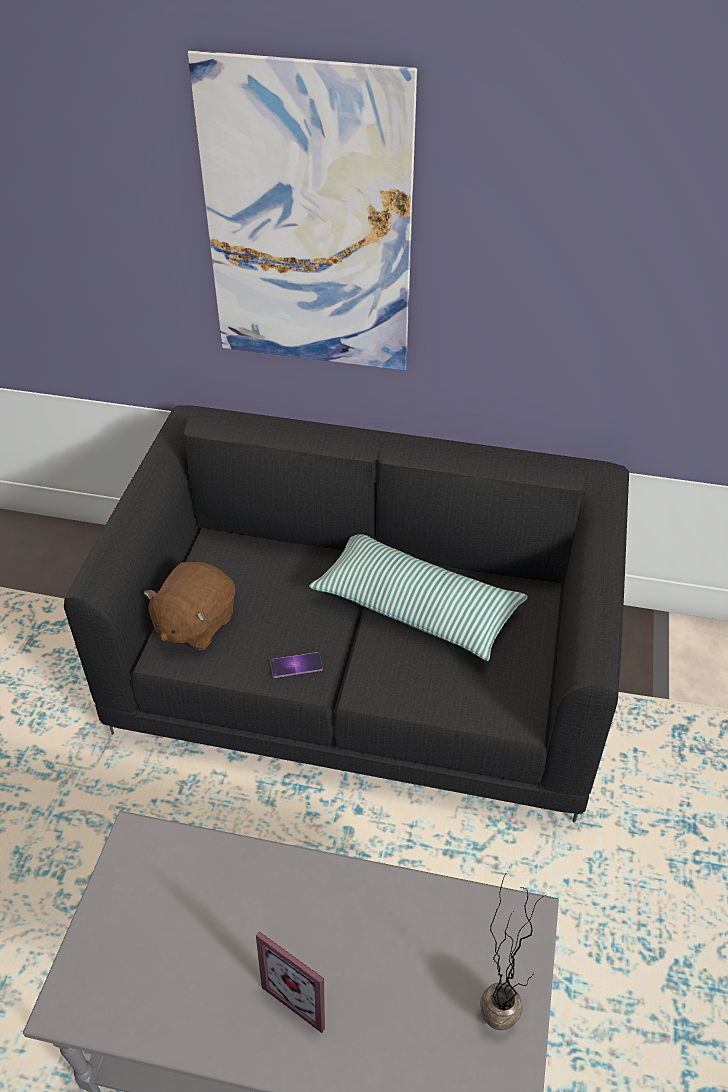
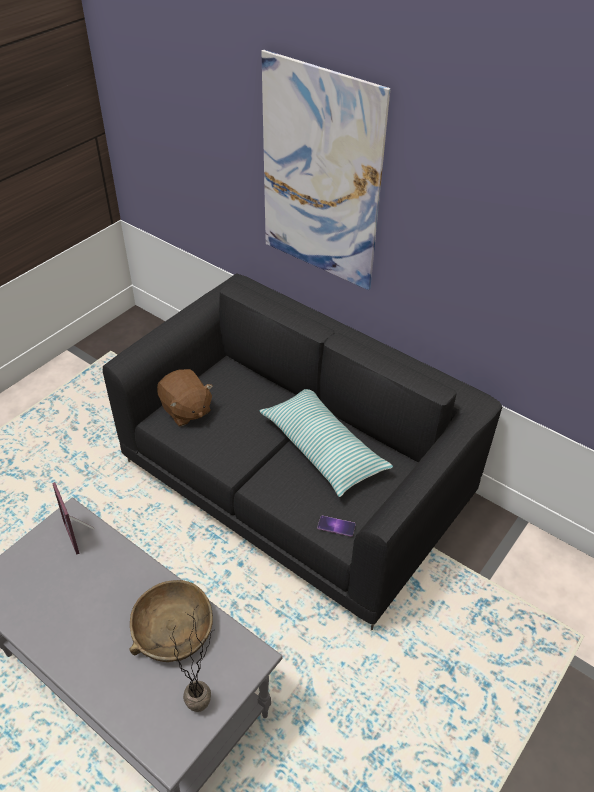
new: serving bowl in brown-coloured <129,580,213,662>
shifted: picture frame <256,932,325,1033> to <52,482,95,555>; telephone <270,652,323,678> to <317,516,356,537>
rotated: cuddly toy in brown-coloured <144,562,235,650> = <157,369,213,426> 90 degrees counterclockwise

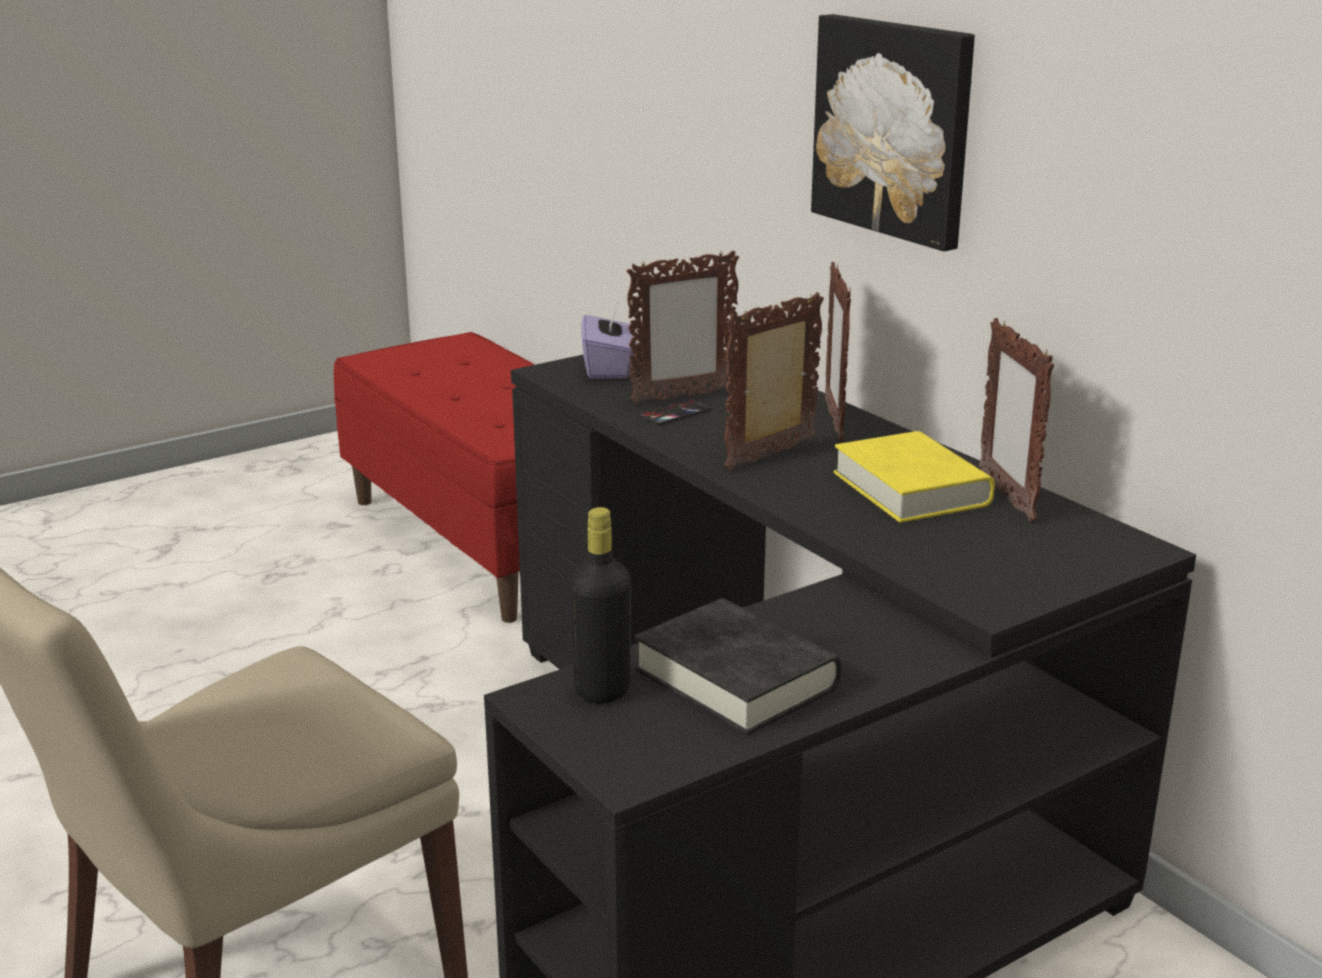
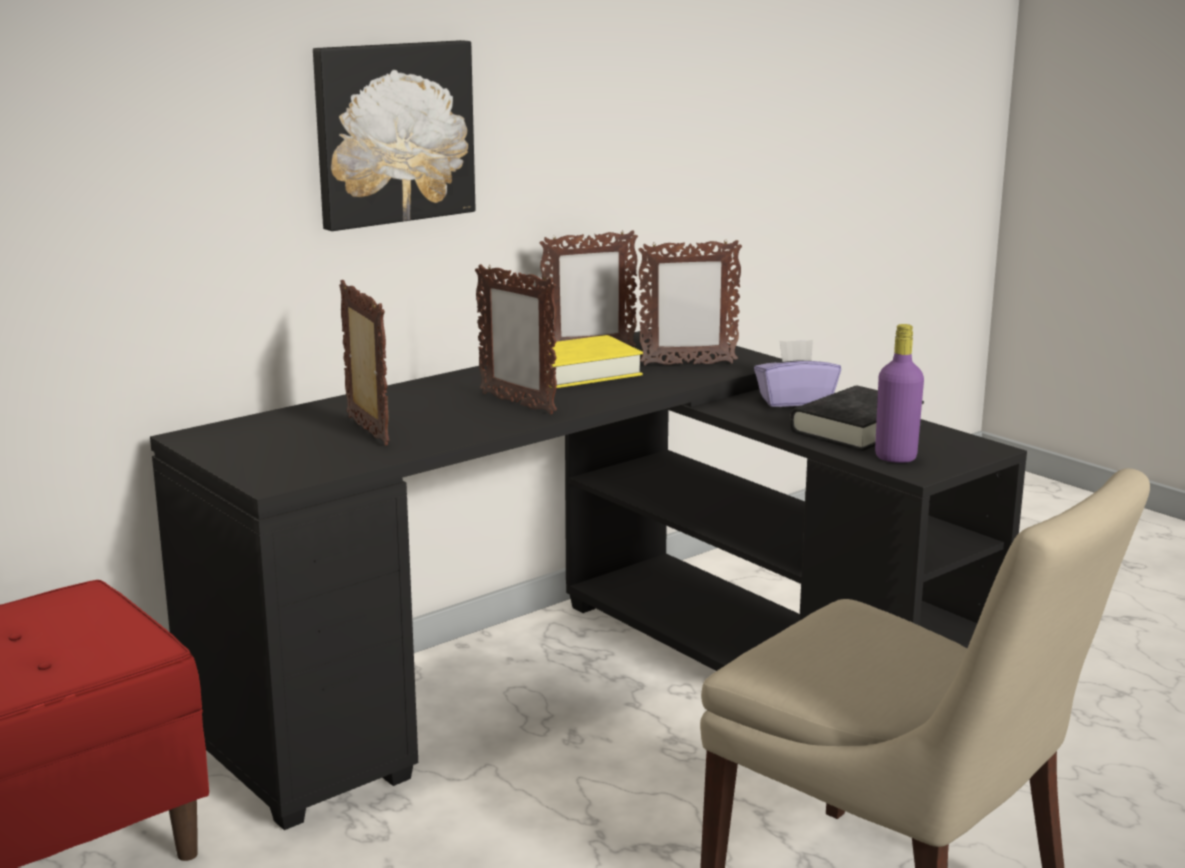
gone: telephone <640,399,711,425>
shifted: tissue holder in purple <581,306,637,379> to <754,340,841,407>; picture frame <825,262,851,441> to <638,239,742,366>
repainted: drink bottle in black <570,507,631,704> to drink bottle in purple <875,324,924,463>

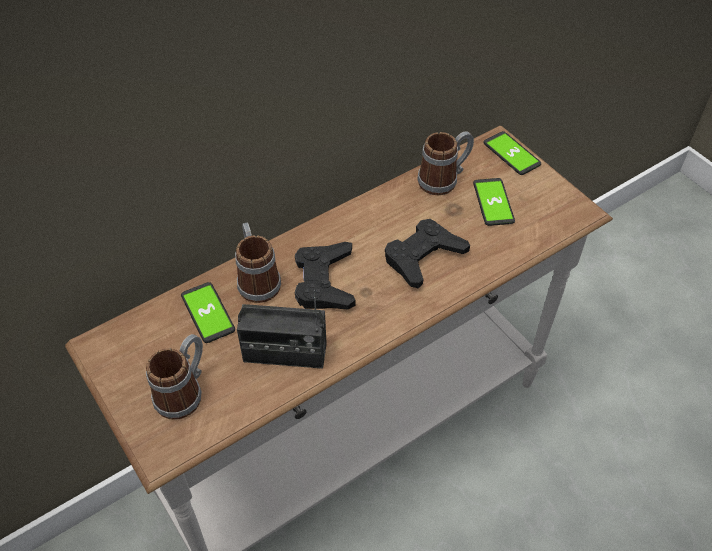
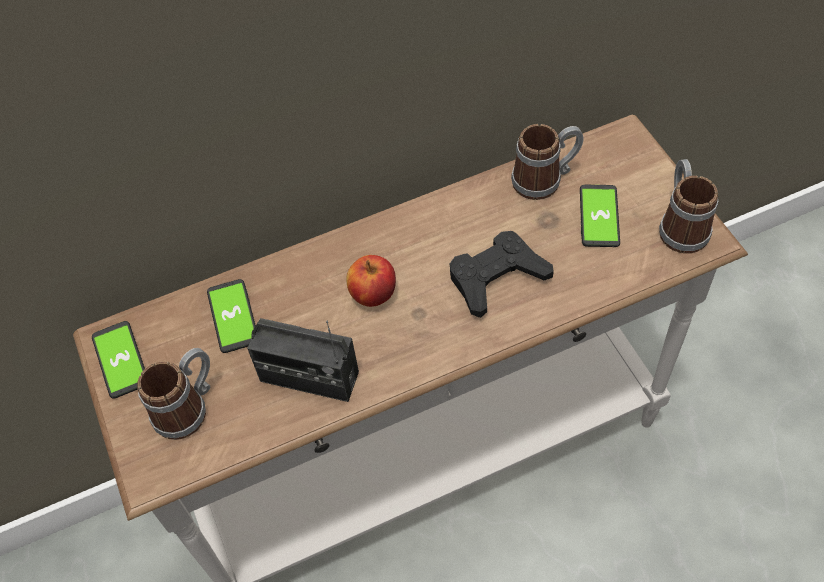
shifted: tea mug <235,222,281,303> to <659,159,718,254>; telephone <483,131,541,175> to <92,321,145,399>
swapped: game controller in black <295,242,355,310> to apple <346,255,396,307>

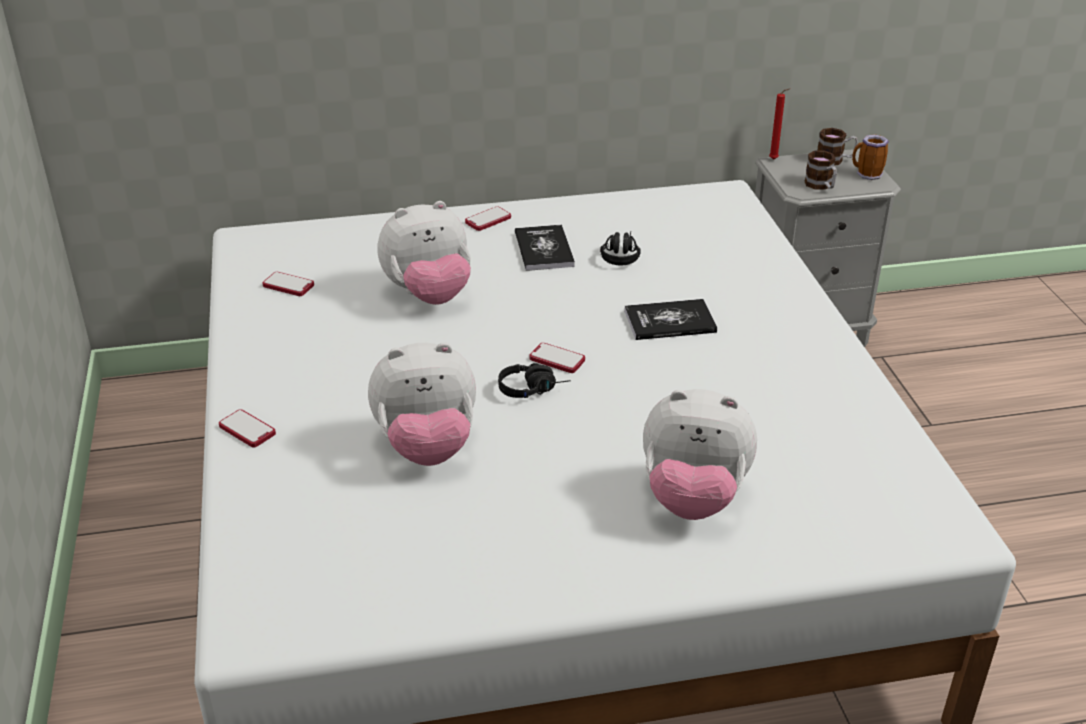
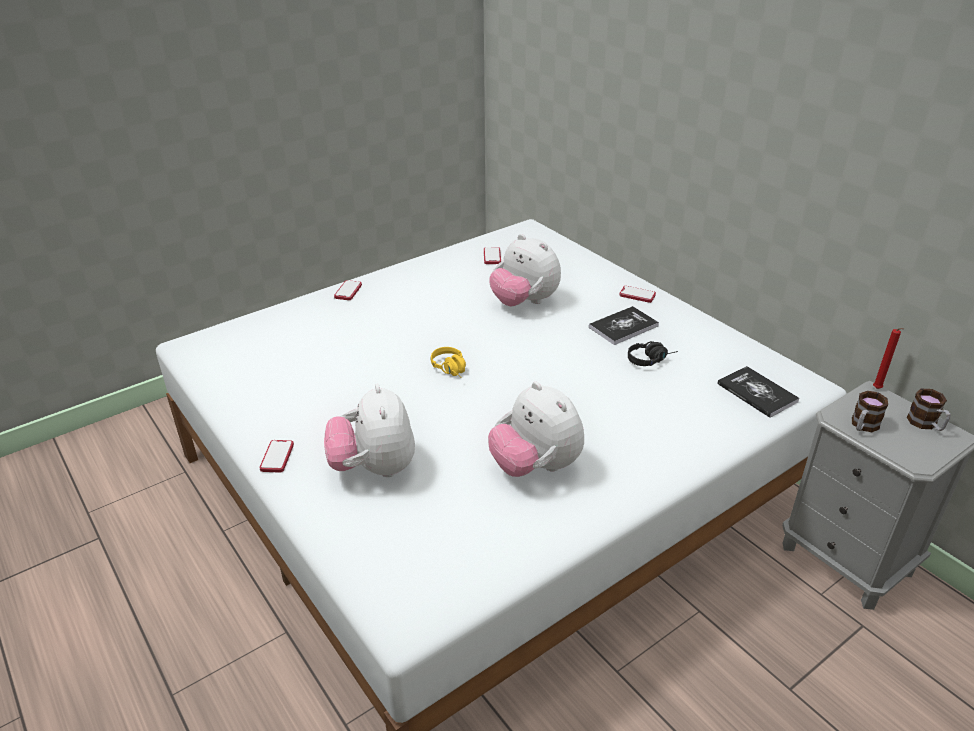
gone: tea mug <852,134,889,180>
shifted: cuddly toy <368,342,476,466> to <488,382,584,477>; telephone <529,343,585,373> to <259,440,294,472>; book <624,299,717,340> to <718,366,799,418>
repainted: pair of headphones in black <498,363,571,398> to pair of headphones in yellow-coloured <431,347,466,378>

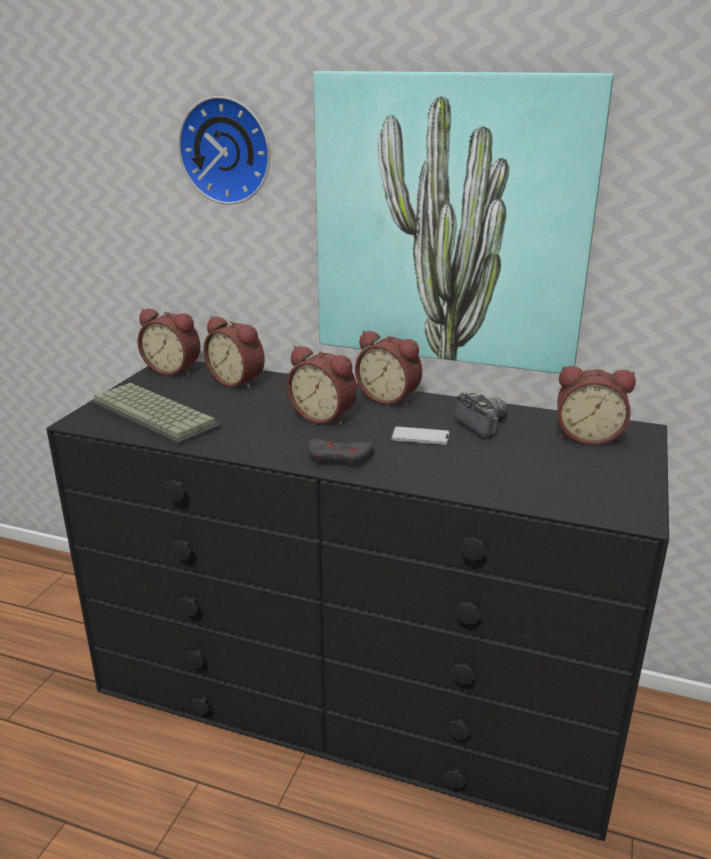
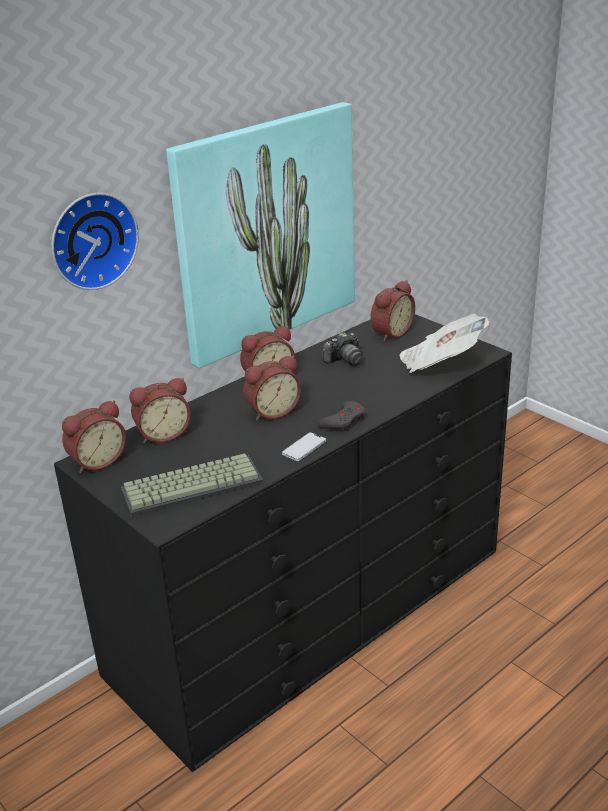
new: printed paper <399,314,489,373>
shifted: telephone <391,426,449,445> to <282,432,326,461>
rotated: photo camera <454,392,508,439> = <322,332,363,366> 150 degrees clockwise

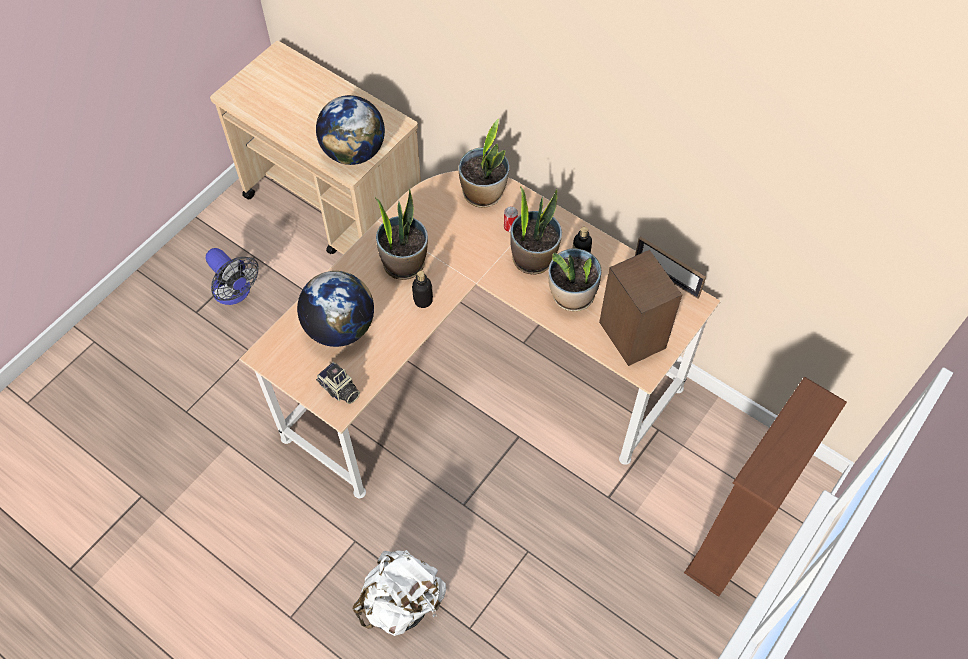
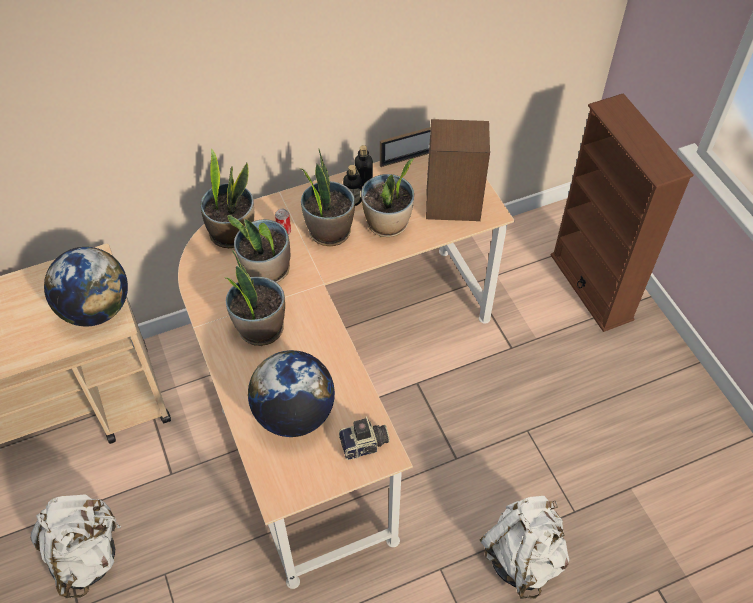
new: potted plant <227,215,290,283>
shifted: drink bottle <412,271,433,308> to <355,145,373,187>
swapped: electric fan <206,248,259,305> to backpack in white <30,494,121,598>

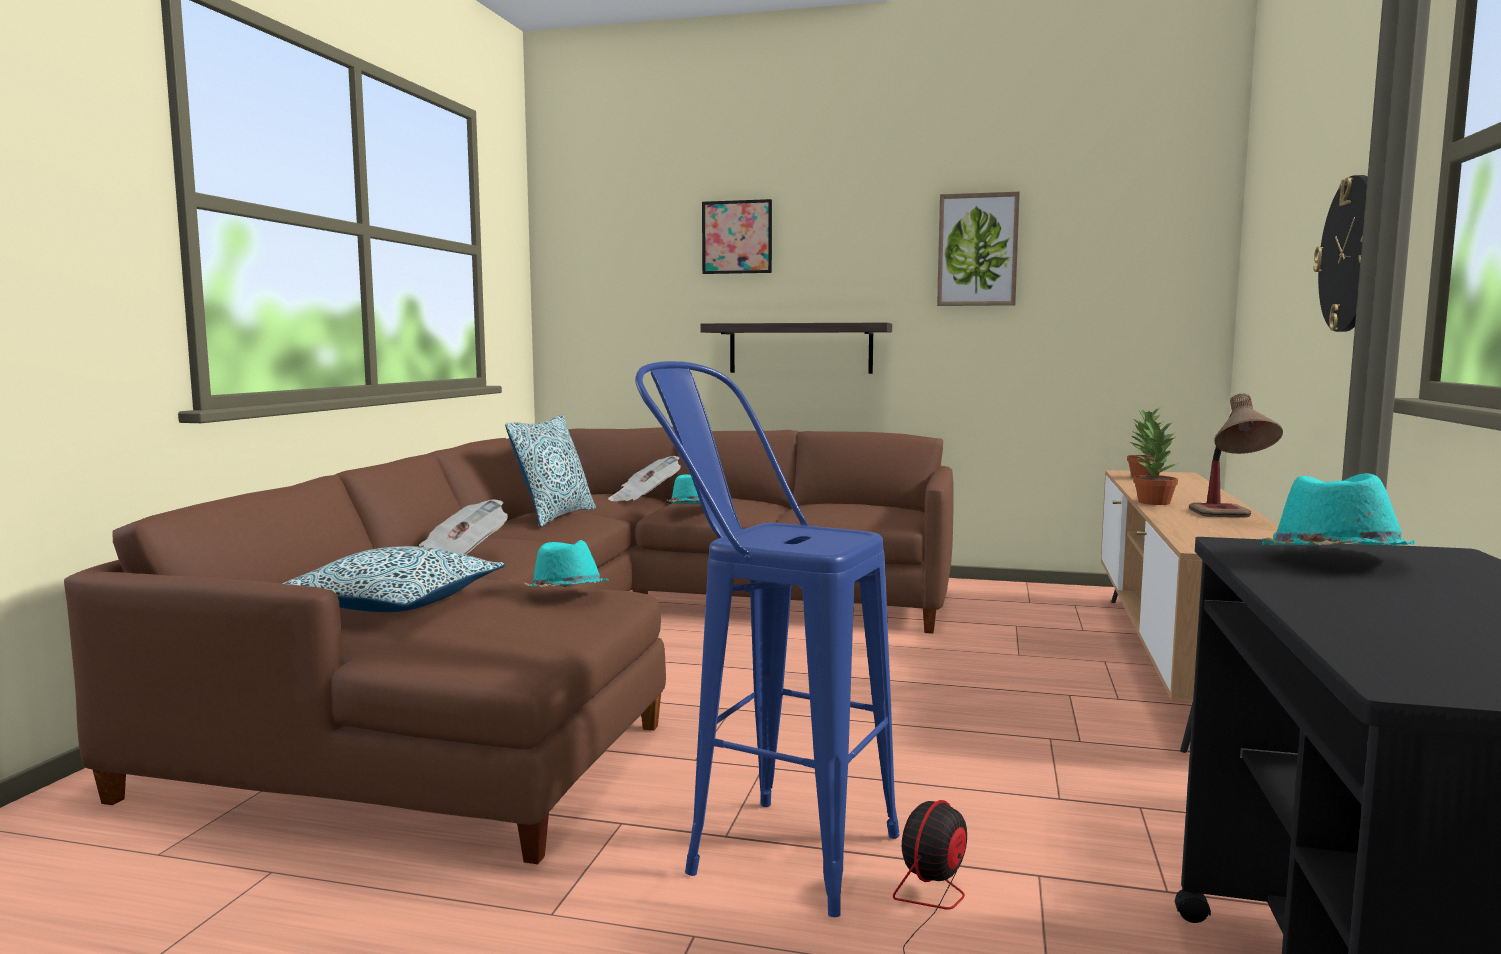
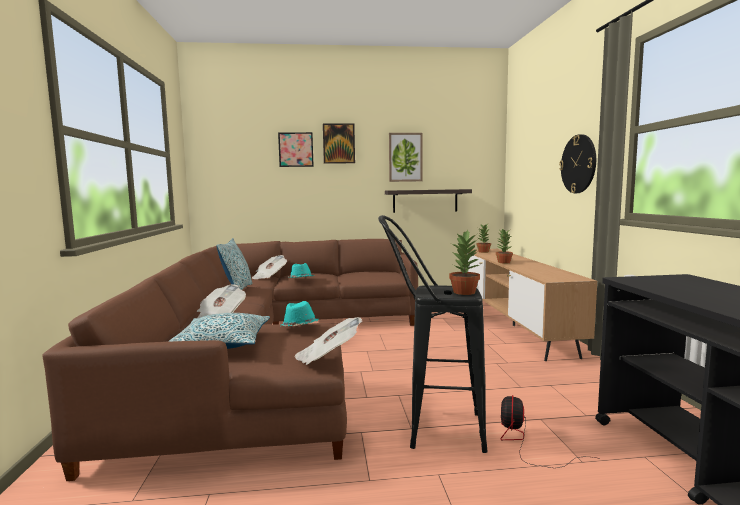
gone: tabletop lamp <1189,394,1283,517>; wearable hat in turquoise <1262,473,1415,546>
new: printed paper <294,317,362,365>; wall art <323,123,355,164>; potted plant <449,230,480,295>
shifted: bracket shelf <700,322,892,374> to <385,189,472,213>
repainted: sitting stool in bluish <635,361,900,917> to sitting stool in black <378,215,488,453>

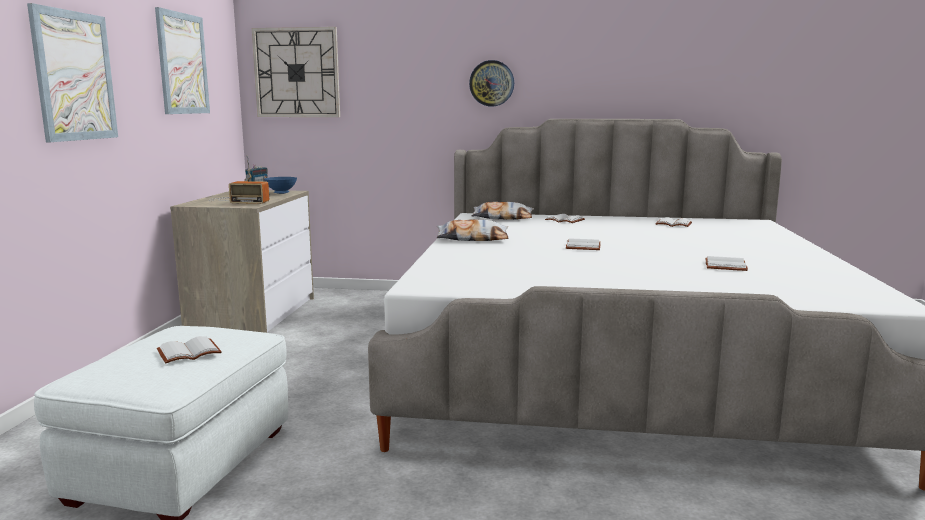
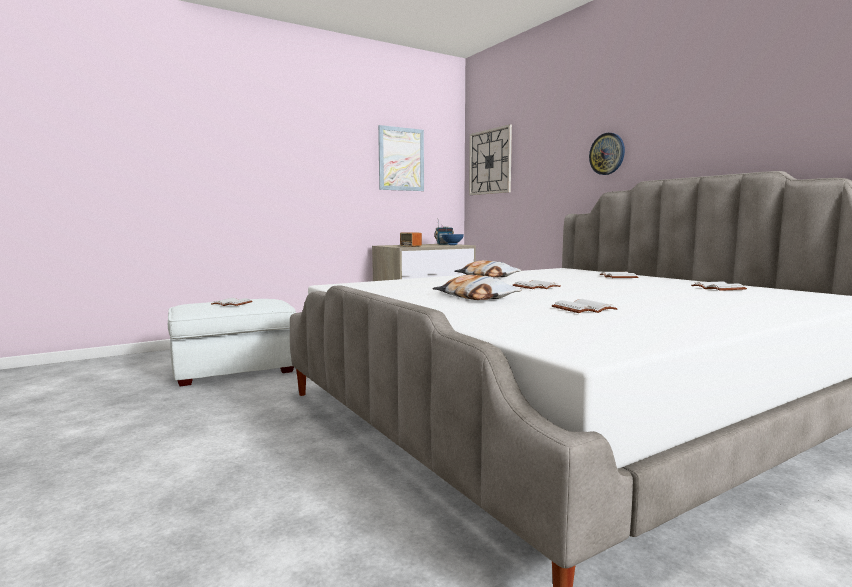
gone: wall art <27,3,118,142>
shifted: pillow <471,202,534,220> to <433,275,522,300>

